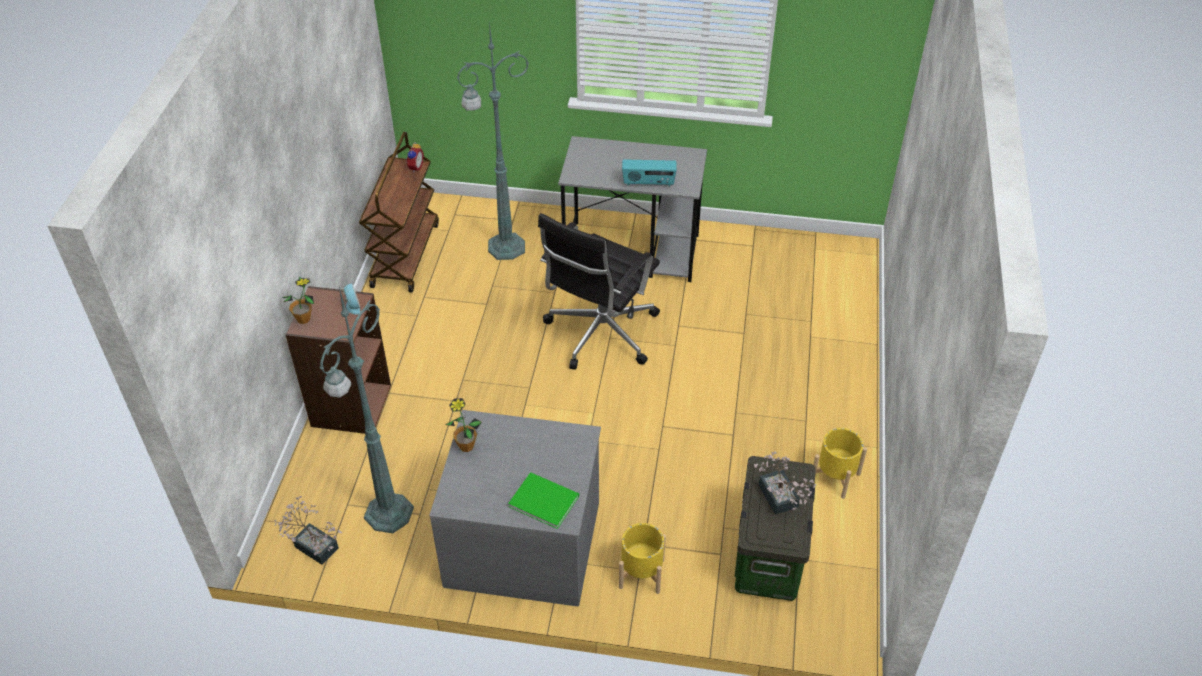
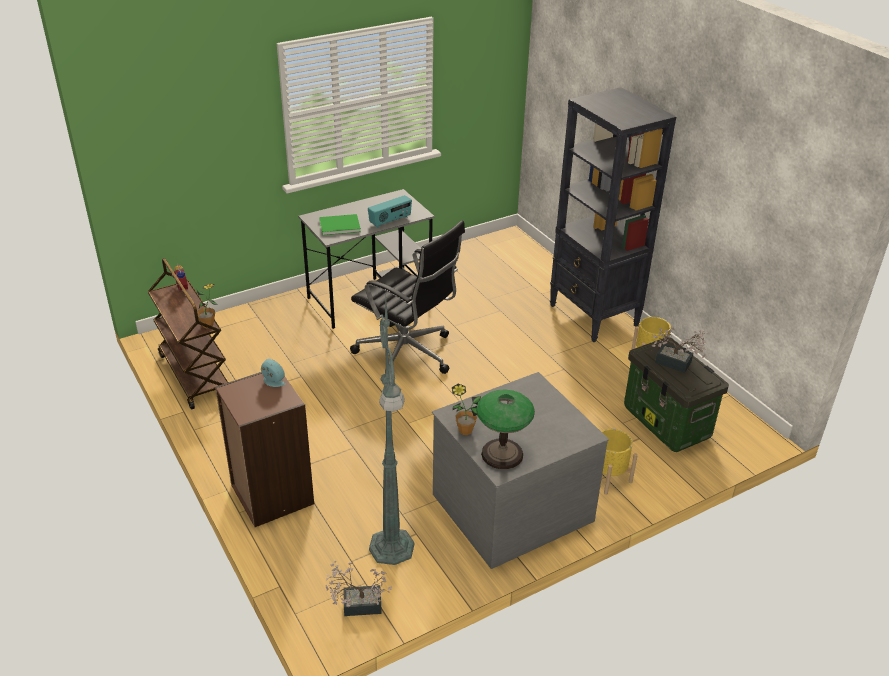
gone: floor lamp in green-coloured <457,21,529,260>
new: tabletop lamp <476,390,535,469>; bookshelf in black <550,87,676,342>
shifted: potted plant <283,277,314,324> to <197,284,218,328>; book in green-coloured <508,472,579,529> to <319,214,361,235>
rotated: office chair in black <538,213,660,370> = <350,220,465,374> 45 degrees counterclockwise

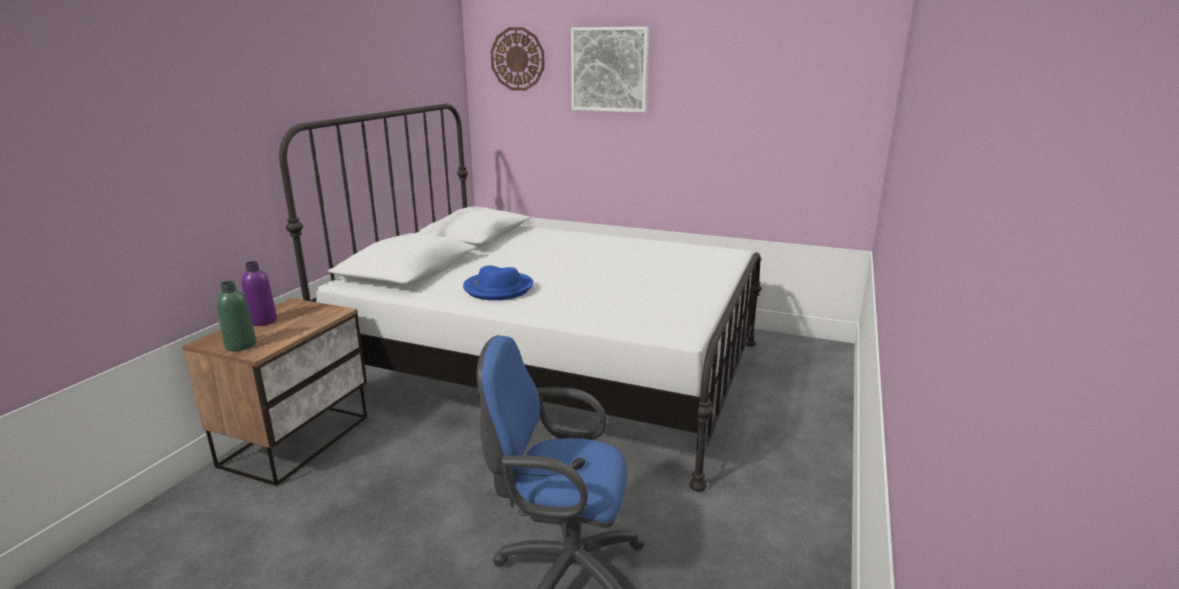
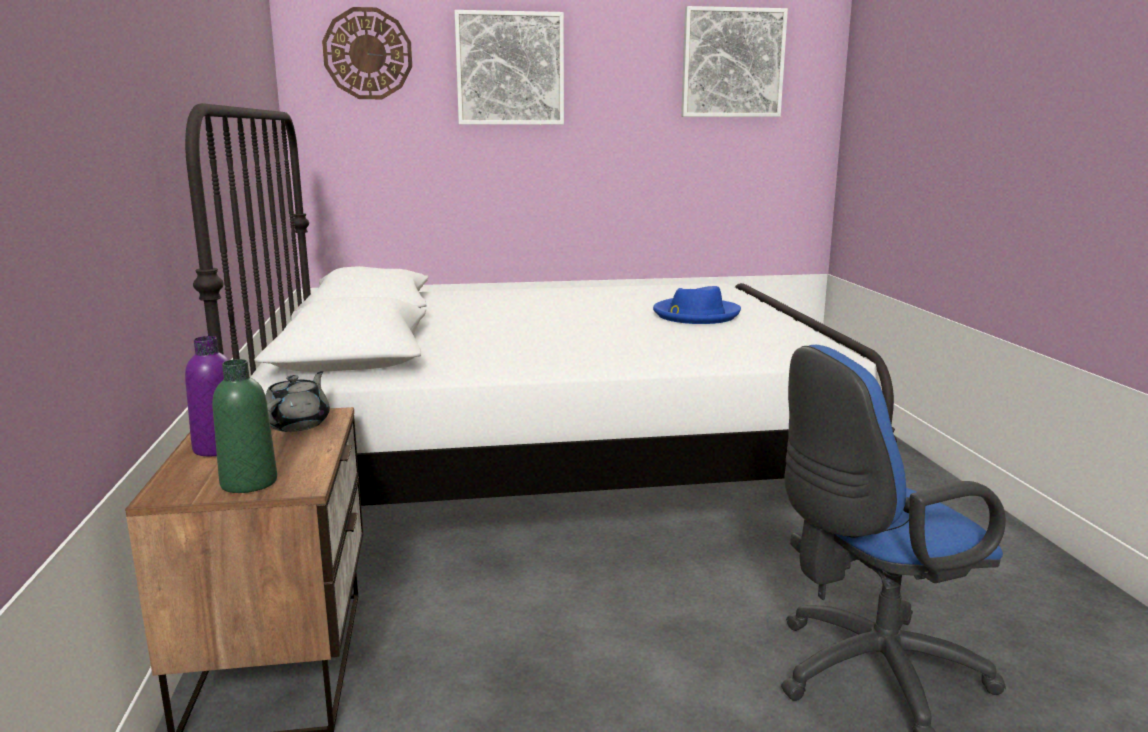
new: pot for tea in gray <265,371,330,432>; wall art <681,6,788,117>
shifted: wearable hat in bluish <463,265,533,300> to <653,286,741,324>

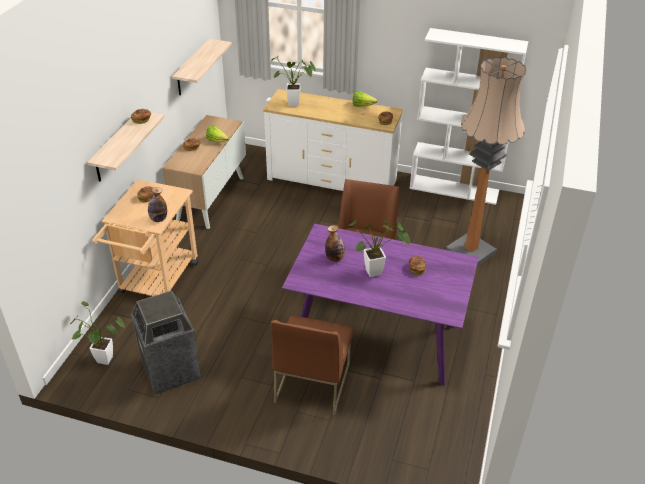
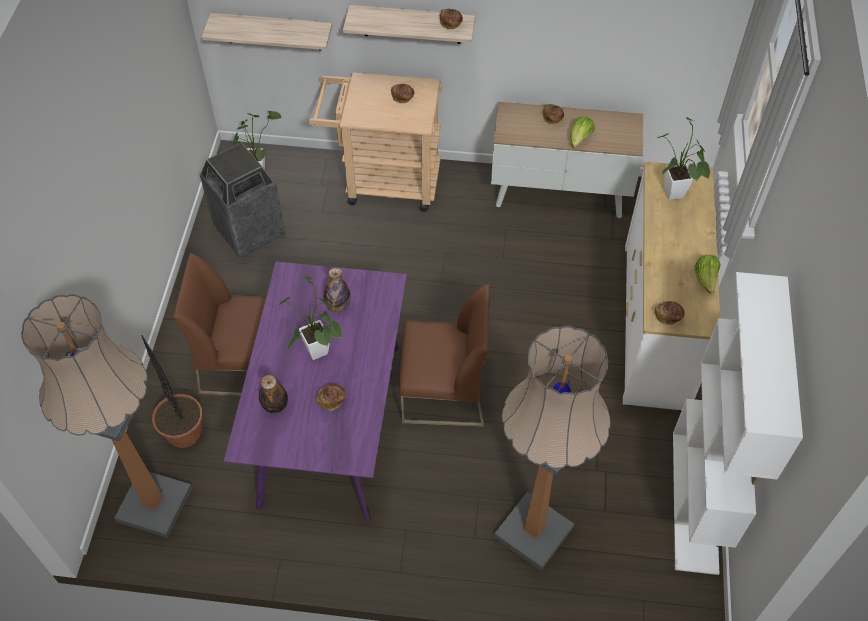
new: floor lamp <21,294,192,538>; potted plant <142,335,202,448>
shifted: drink bottle <148,187,167,222> to <259,375,288,413>; bracket shelf <172,39,232,95> to <202,13,332,51>

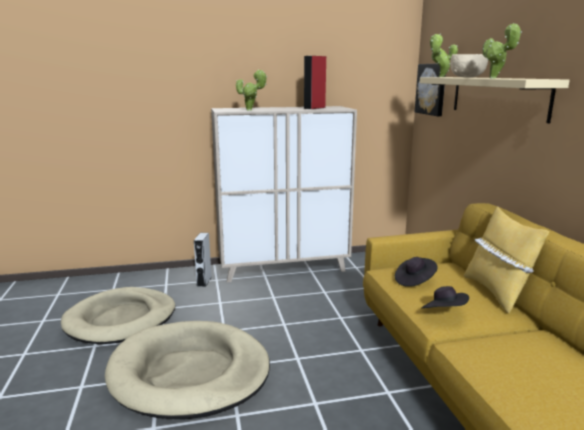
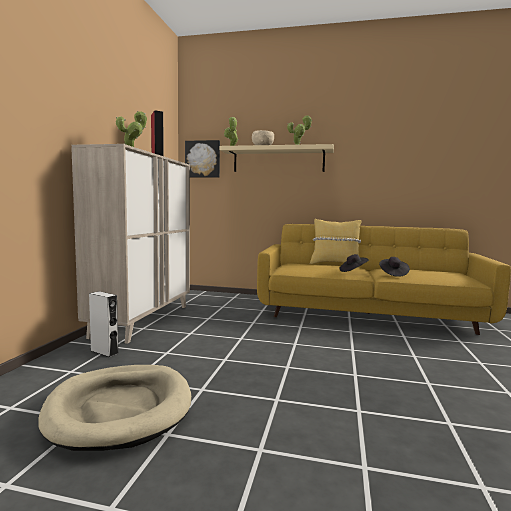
gone: pet bed in beige <105,321,270,420>
shifted: wearable hat in black <395,257,438,287> to <379,257,410,277>

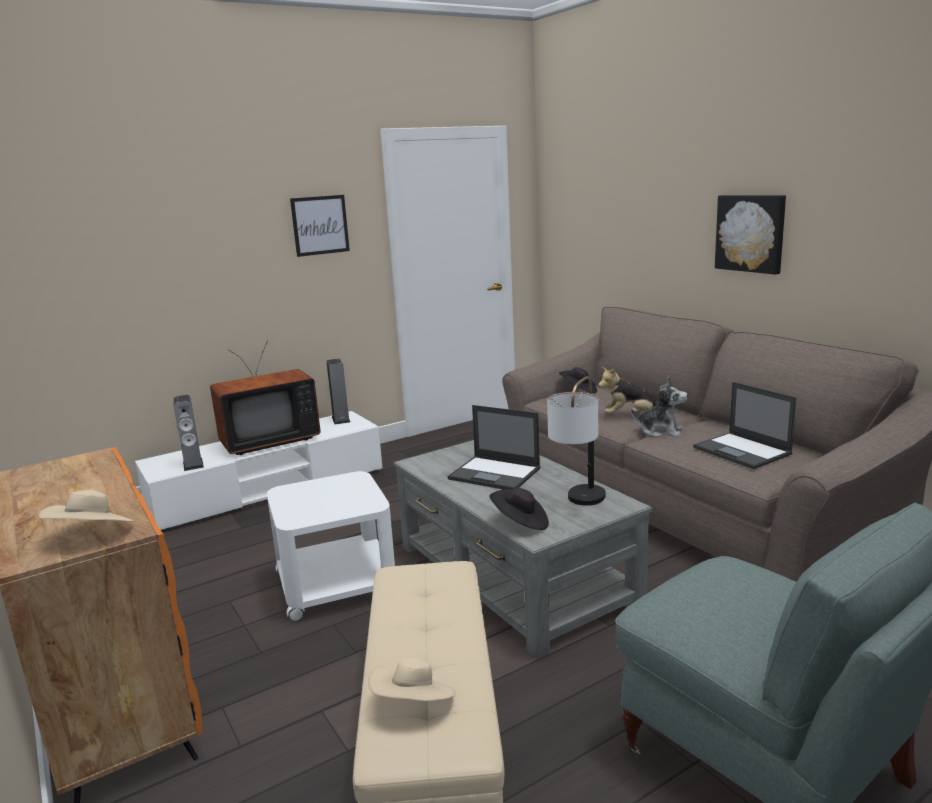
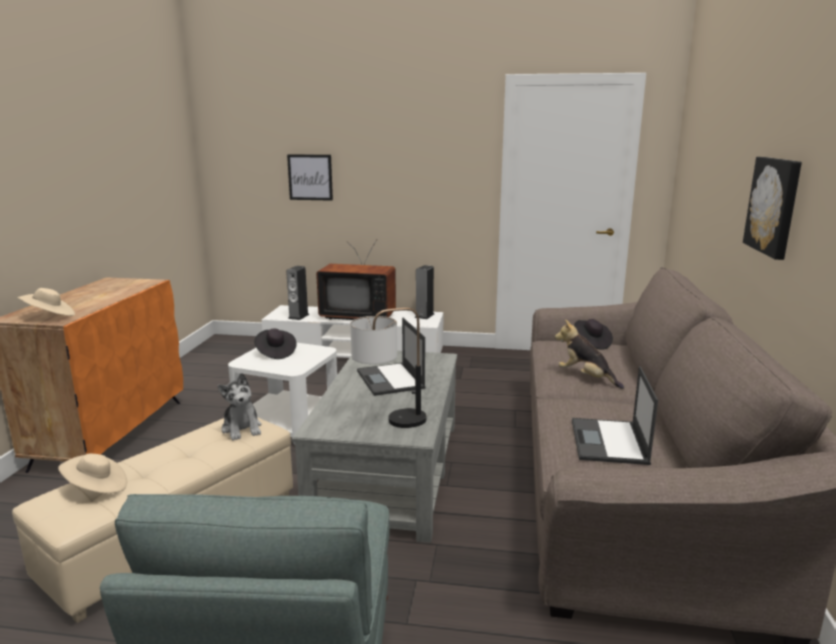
shifted: wall art <290,195,350,257> to <287,154,333,201>; wearable hat in black <489,487,549,530> to <254,328,297,359>; cuddly toy <631,376,688,438> to <218,373,261,441>

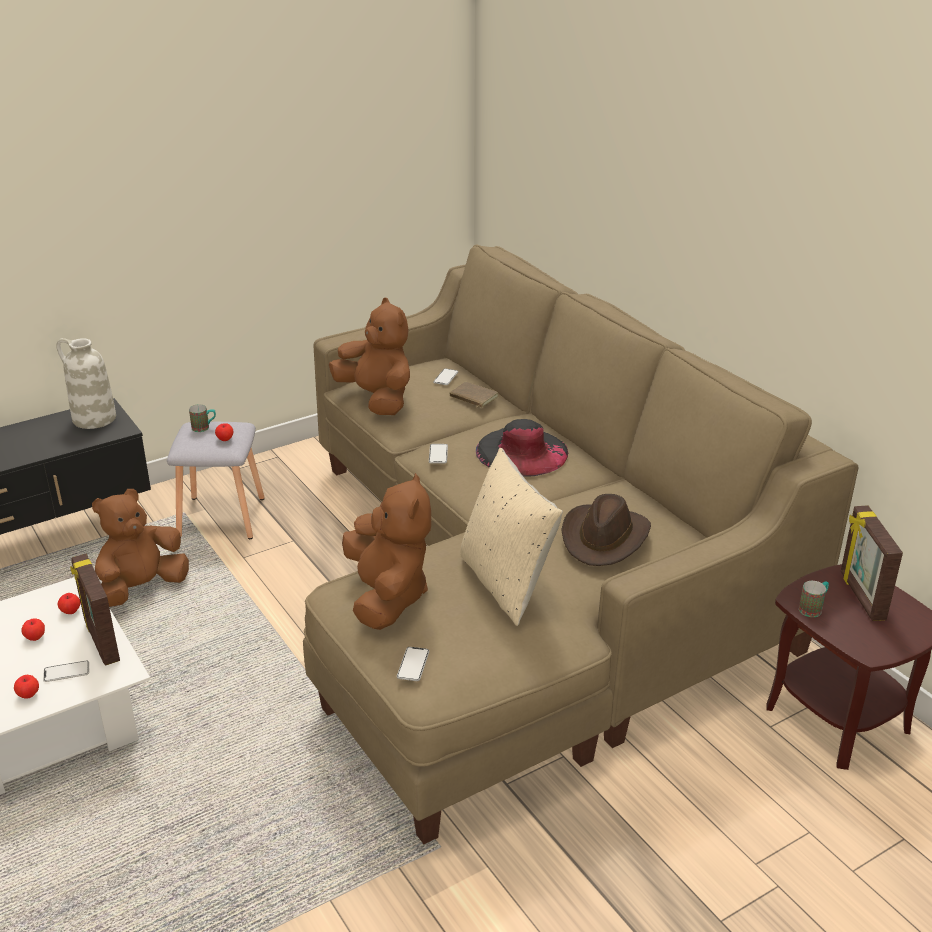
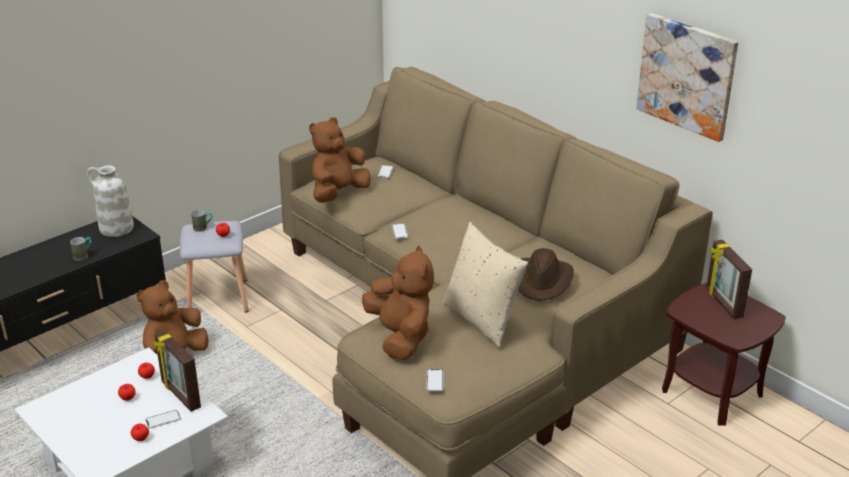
gone: book in brown-coloured <449,382,498,408>; wearable hat in black <476,419,568,477>
new: wall art <636,13,738,142>
shifted: tea mug <799,581,829,617> to <70,237,91,261>
rotated: cuddly toy in brown-coloured <329,298,410,415> = <309,117,371,203> 90 degrees counterclockwise

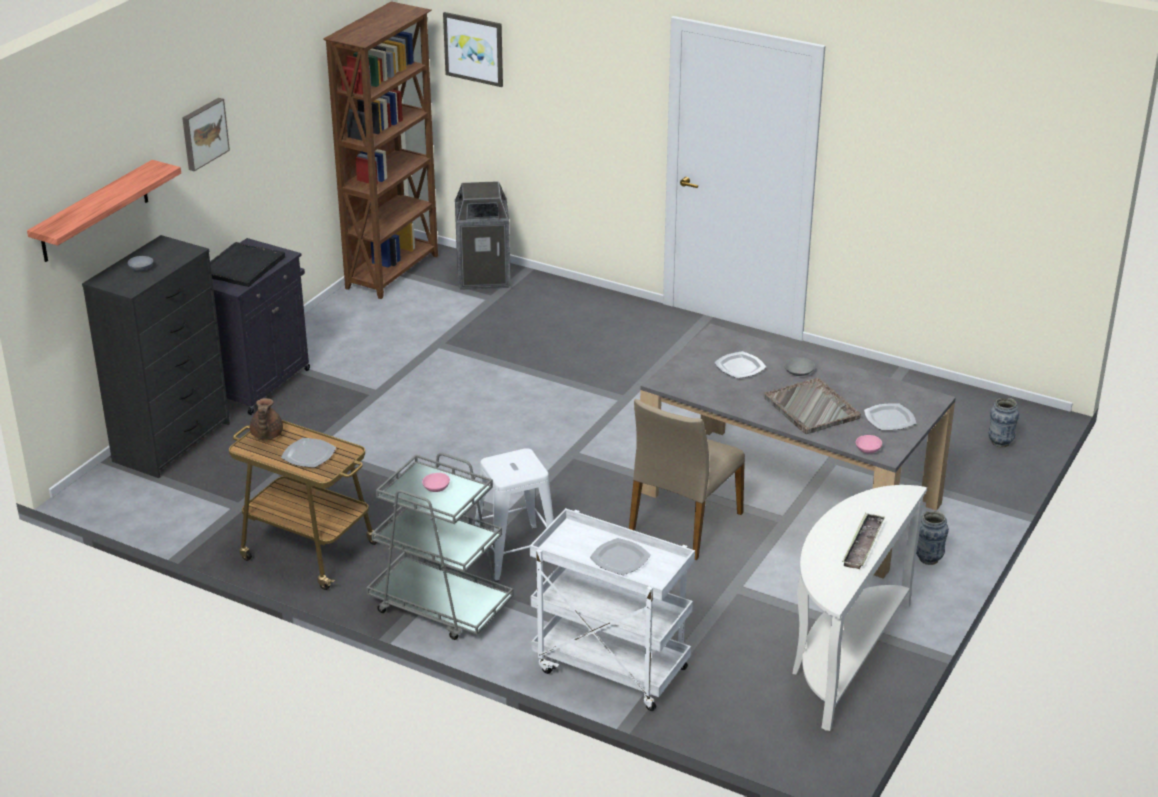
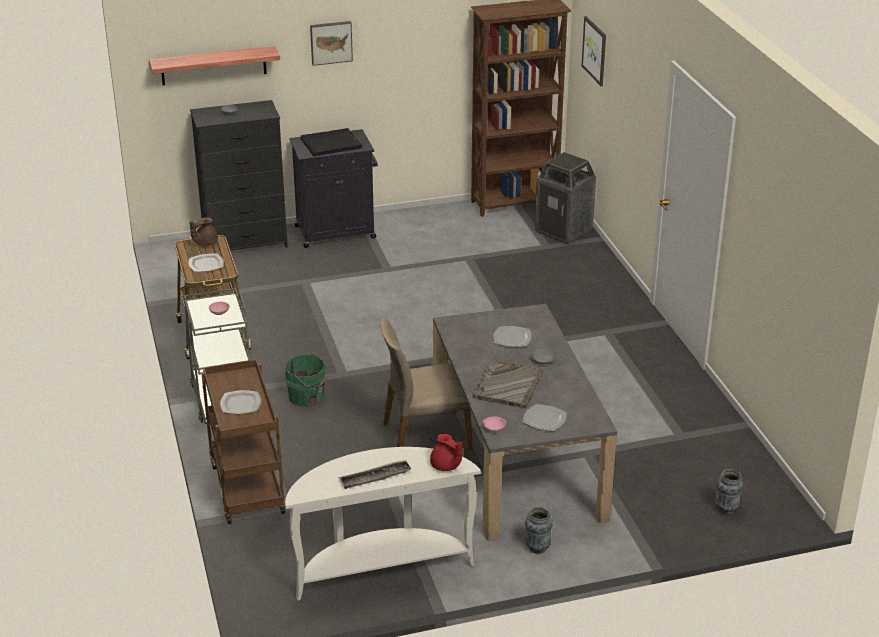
new: pot for tea in red-coloured <430,434,463,471>
swapped: sitting stool in white <475,448,554,582> to water bucket in green-coloured <285,354,329,407>
repainted: cart in white <530,508,695,711> to cart in brown-coloured <201,359,285,524>

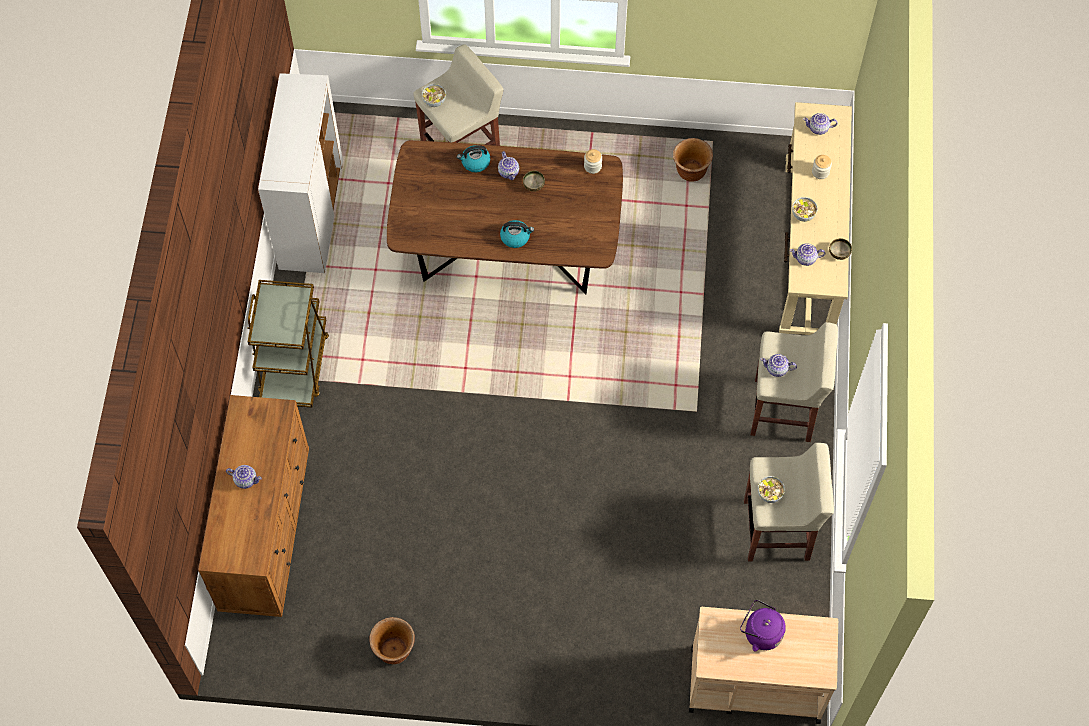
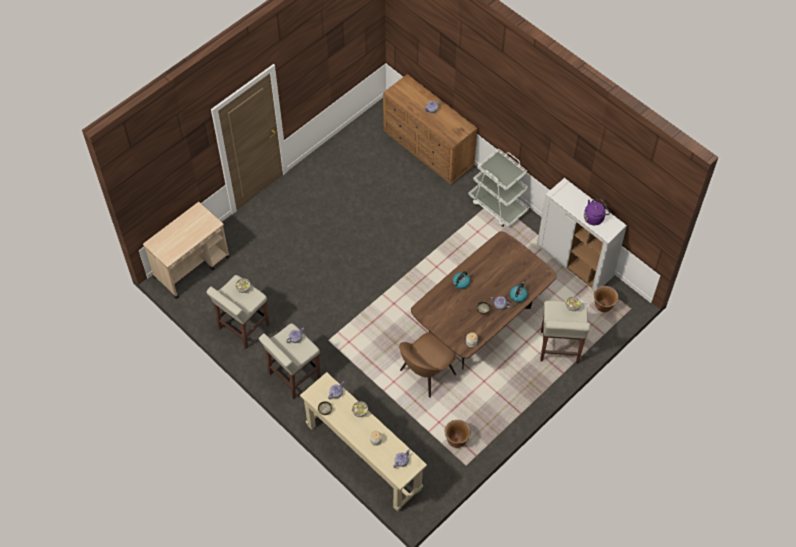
new: upright chair in brown-coloured <399,332,456,398>
shifted: flower pot in brown-coloured <369,617,415,664> to <594,286,619,312>; water kettle in purple <740,600,786,652> to <584,199,610,225>
repainted: cart in brown-coloured <248,280,329,408> to cart in white <468,149,529,227>

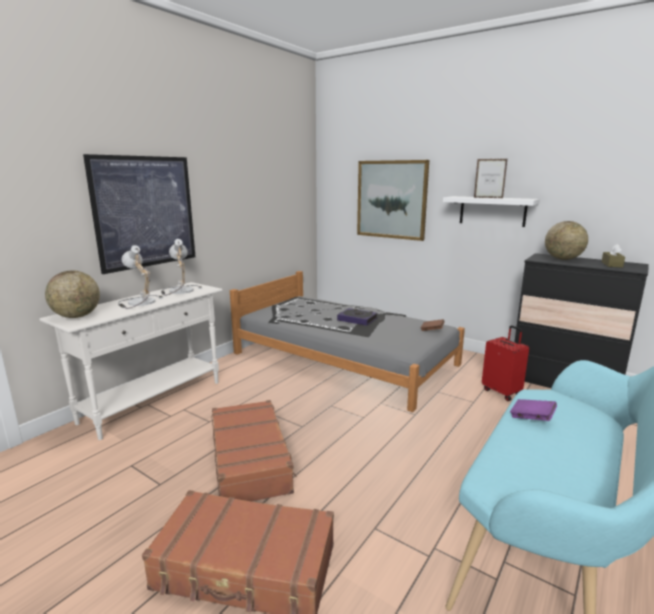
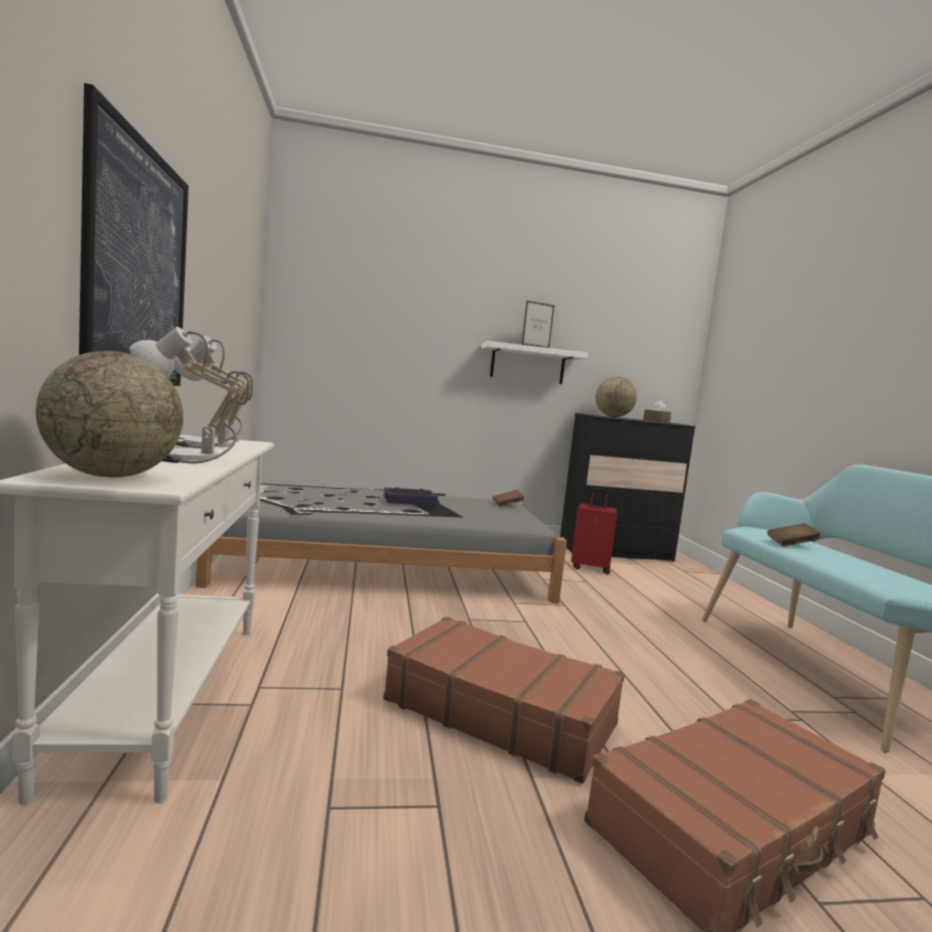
gone: wall art <357,160,429,241>
repainted: book in purple <510,399,557,421> to book in brown-coloured <768,523,821,547>

